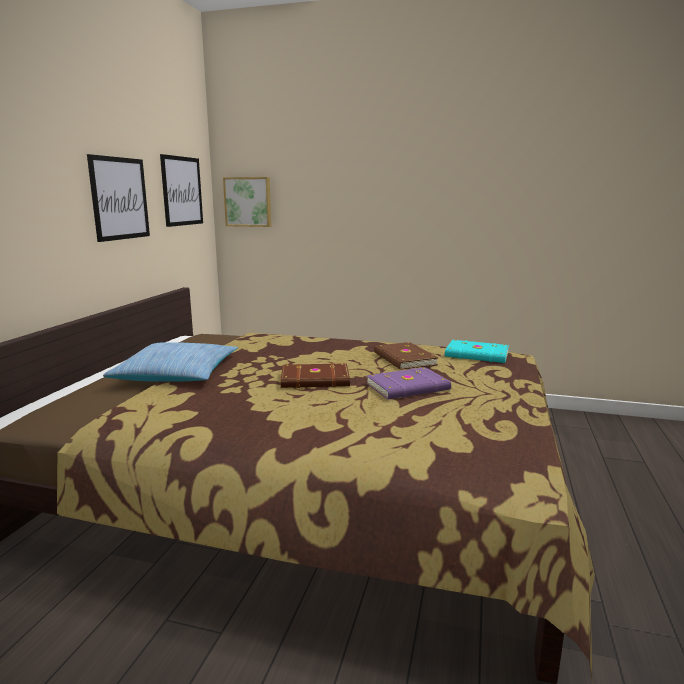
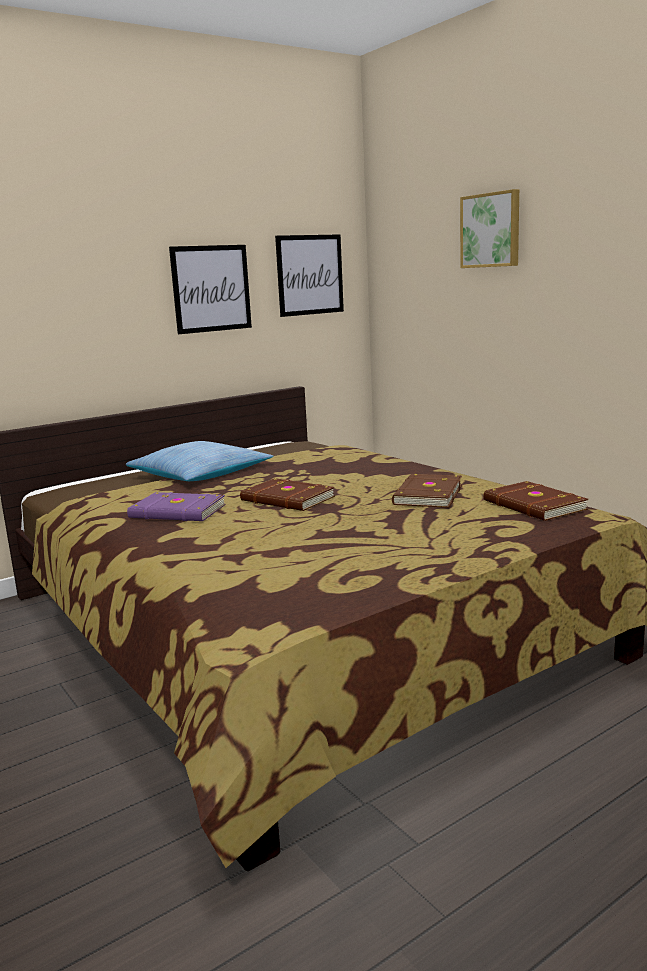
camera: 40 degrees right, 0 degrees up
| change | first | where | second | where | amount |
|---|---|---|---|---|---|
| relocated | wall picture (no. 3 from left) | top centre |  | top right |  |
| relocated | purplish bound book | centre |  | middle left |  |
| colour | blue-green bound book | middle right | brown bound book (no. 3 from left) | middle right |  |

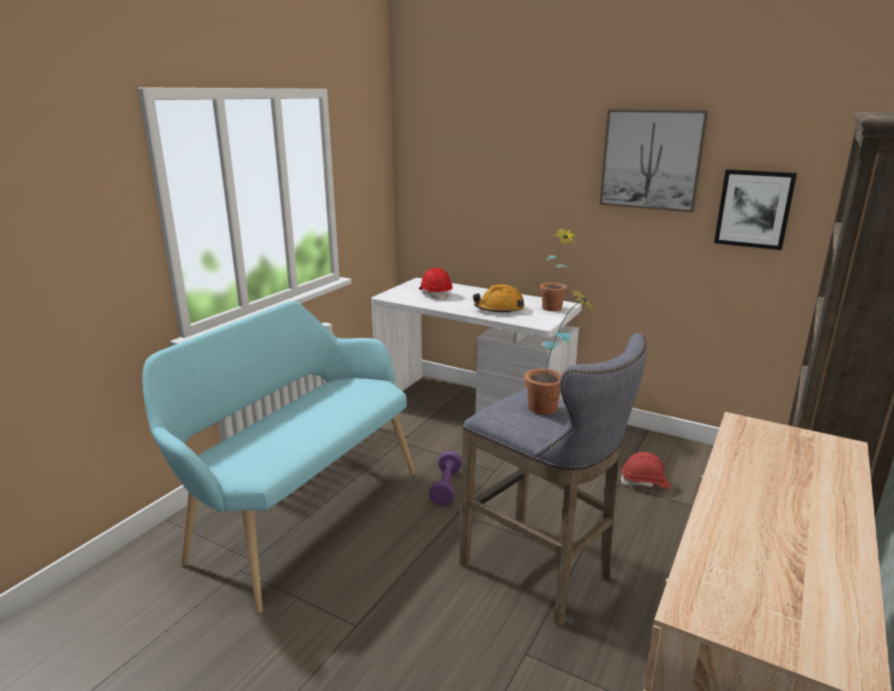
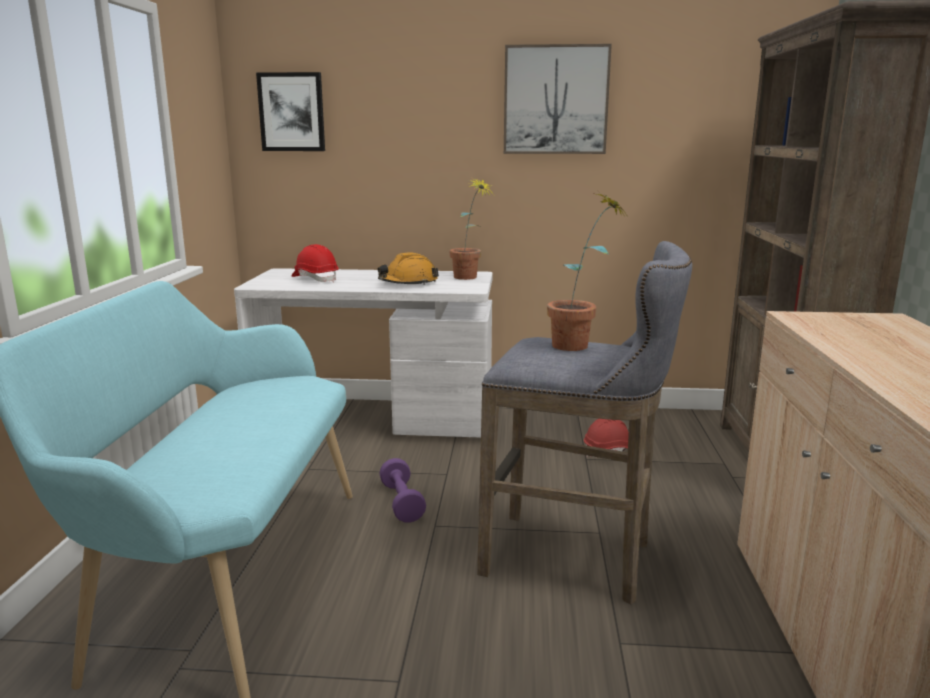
camera: 25 degrees left, 5 degrees down
| change | first | where | second | where | amount |
|---|---|---|---|---|---|
| relocated | wall picture (no. 2 from left in the first image) | top right | wall picture (no. 1 from left) | top left |  |

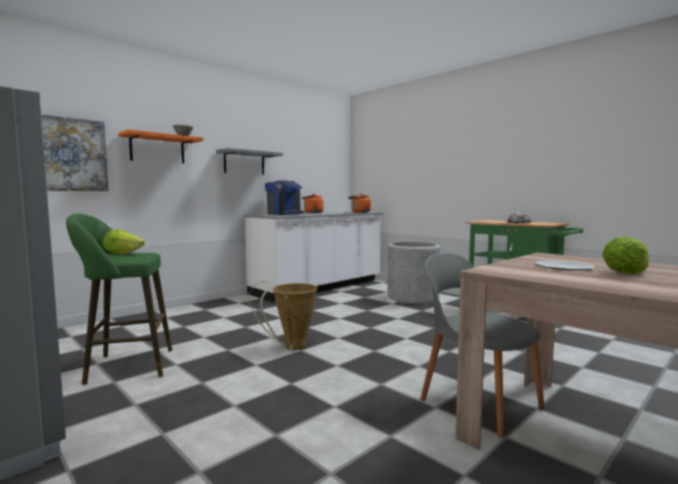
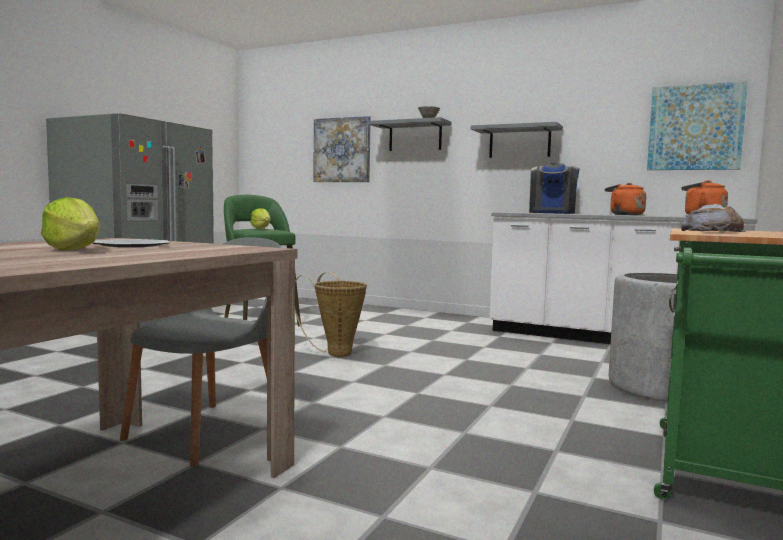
camera: 70 degrees right, 0 degrees up
| change | first | where | second | where | amount |
|---|---|---|---|---|---|
| colour | orangey bracket shelf | top left | greyish bracket shelf (no. 1 from left) | top centre |  |
| appeared |  |  | wall picture (no. 2 from left) | top right |  |

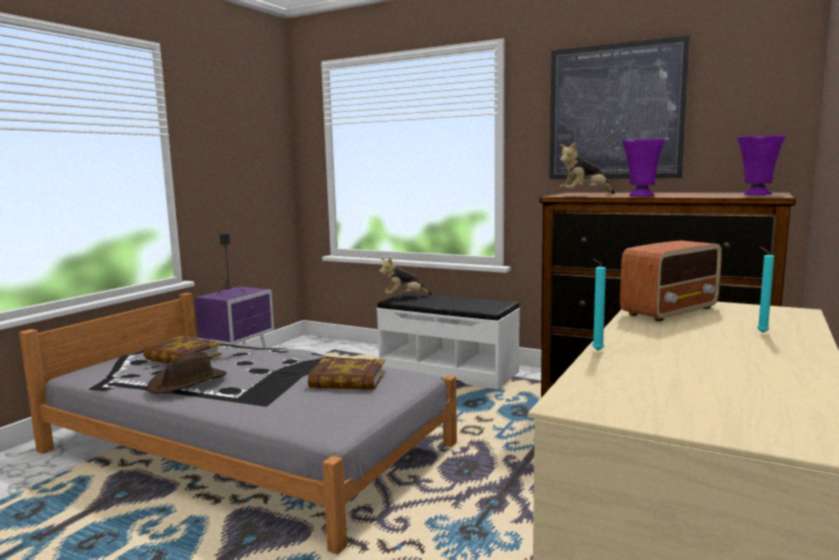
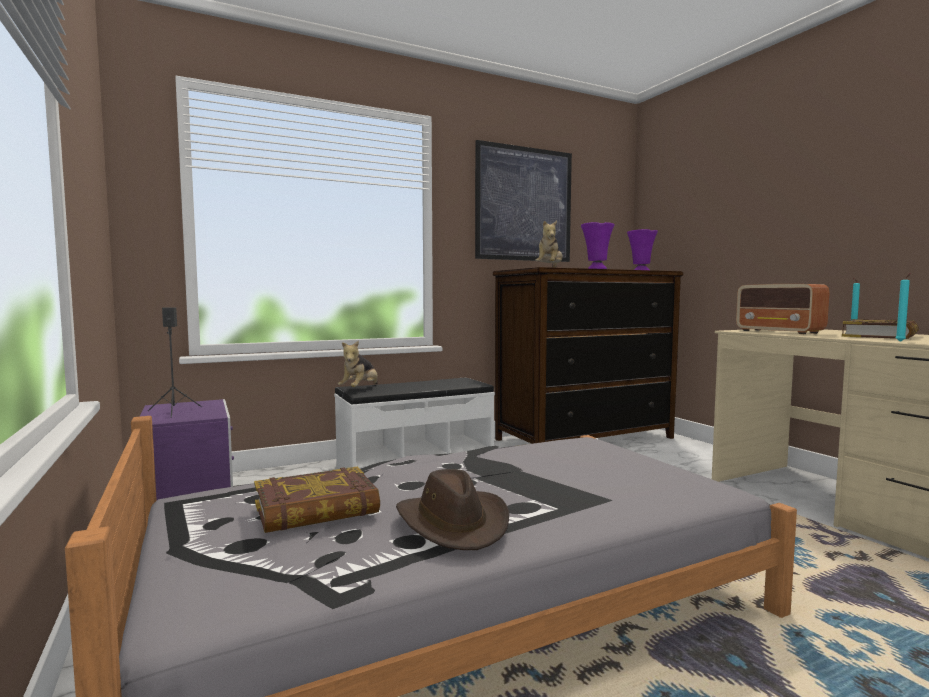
camera: 55 degrees left, 5 degrees down
| change | first | where | second | where | amount |
|---|---|---|---|---|---|
| relocated | bound book (no. 2 from left) | bottom centre |  | middle right |  |
| spun | radio receiver | middle right |  | middle right | 150 degrees clockwise |

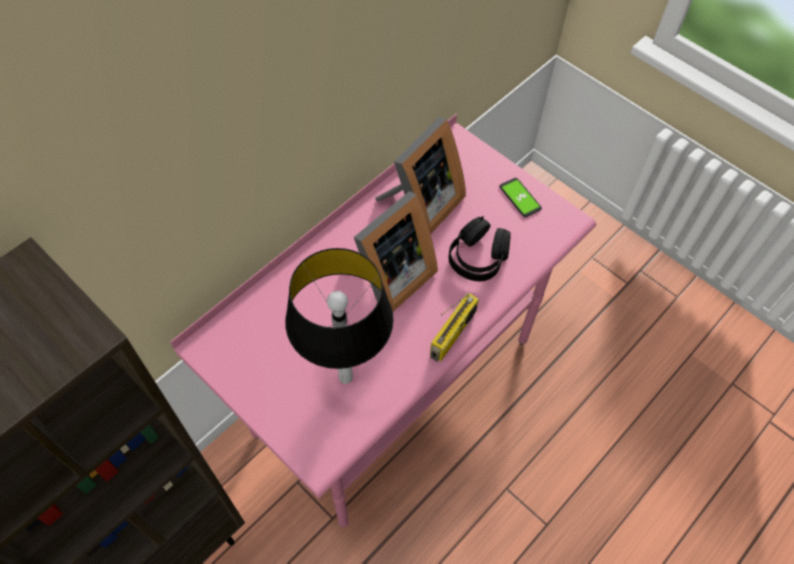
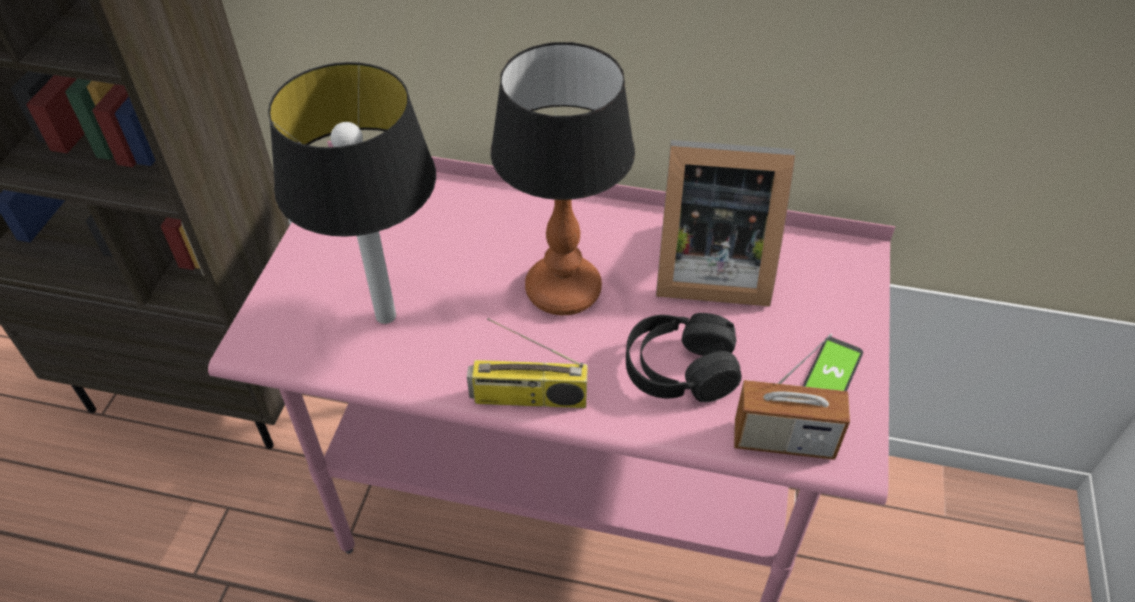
camera: 60 degrees right, 10 degrees down
| change | first | where | second | where | amount |
|---|---|---|---|---|---|
| exchanged | photo frame (no. 1 from left) | centre | lamp for a table (no. 2 from left) | top centre |  |
| appeared |  |  | radio receiver (no. 2 from left) | middle right |  |

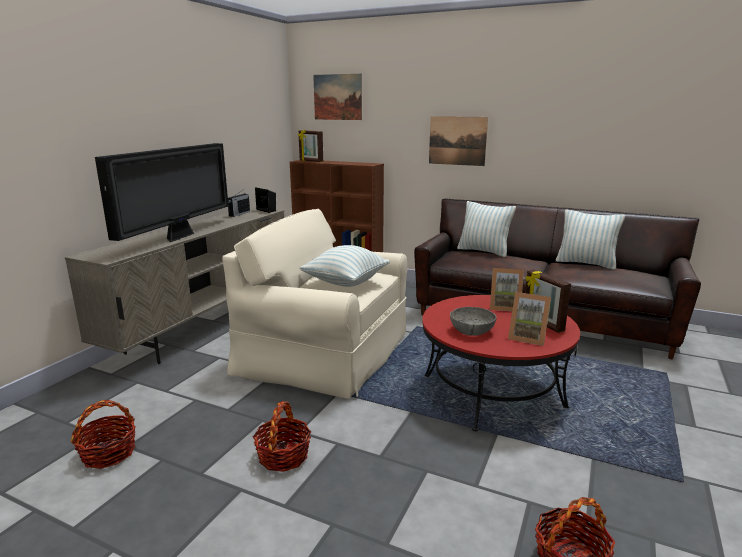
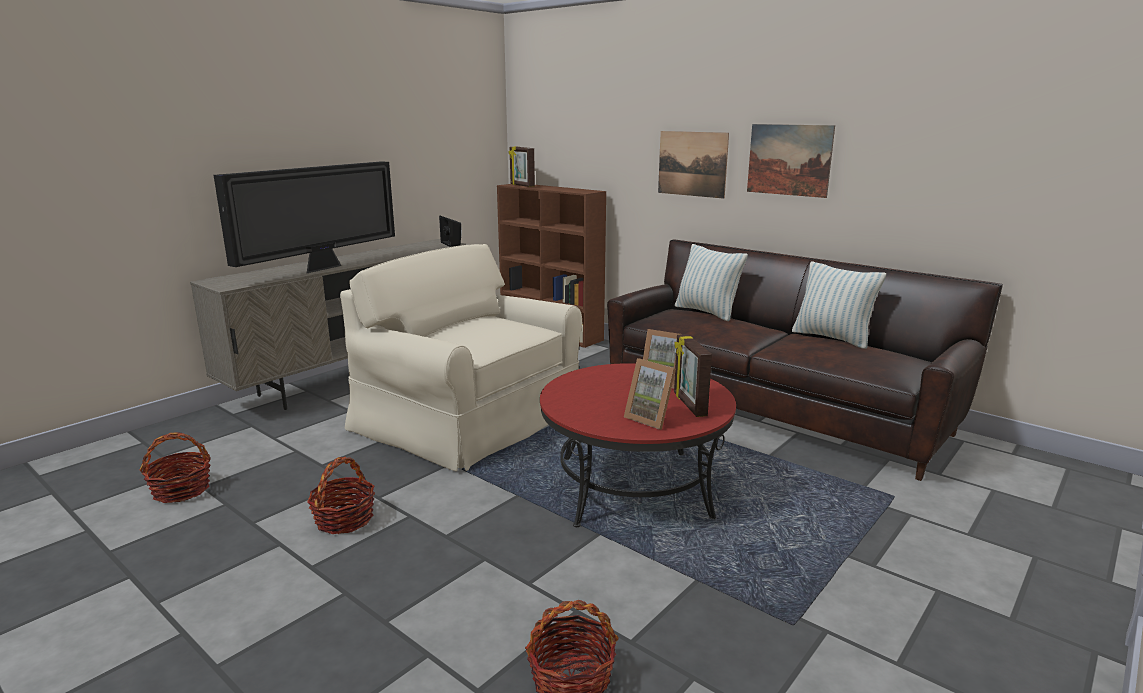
camera: 15 degrees right, 0 degrees up
| change | first | where | second | where | amount |
|---|---|---|---|---|---|
| missing | radio receiver | middle left |  |  |  |
| missing | throw pillow (no. 1 from left) | centre |  |  |  |
| relocated | wall picture (no. 1 from left in the first image) | top centre | wall picture (no. 2 from left) | top right |  |
| missing | greyish bowl | centre |  |  |  |

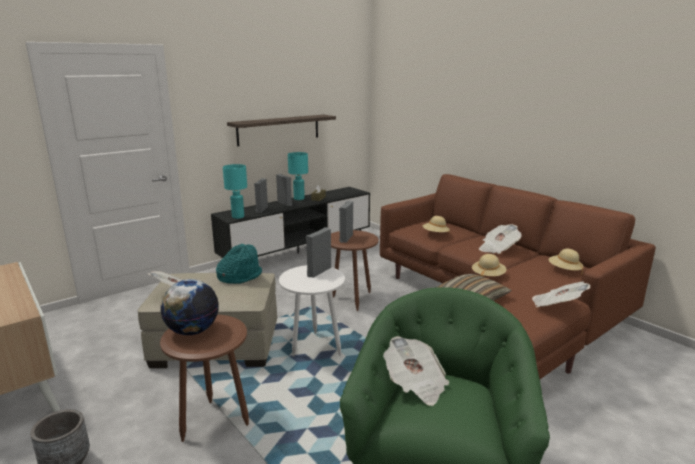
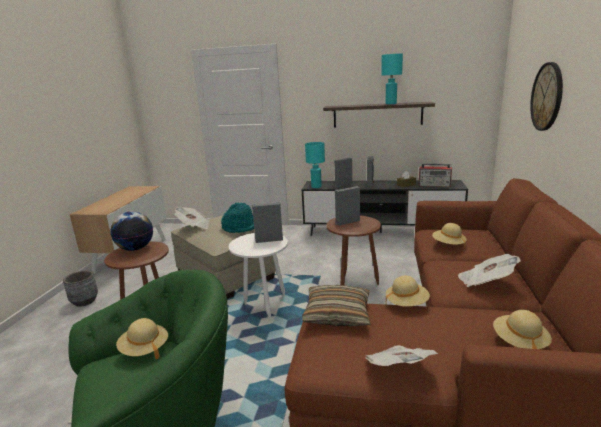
camera: 50 degrees right, 0 degrees up
| change | first | where | second | where | amount |
|---|---|---|---|---|---|
| relocated | blue-green lamp for a table (no. 2 from left) | centre |  | top centre |  |
| exchanged | printed paper (no. 2 from left) | bottom centre | beige hat (no. 1 from left) | bottom left |  |
| appeared |  |  | radio receiver | middle right |  |
| appeared |  |  | clock on the wall | top right |  |

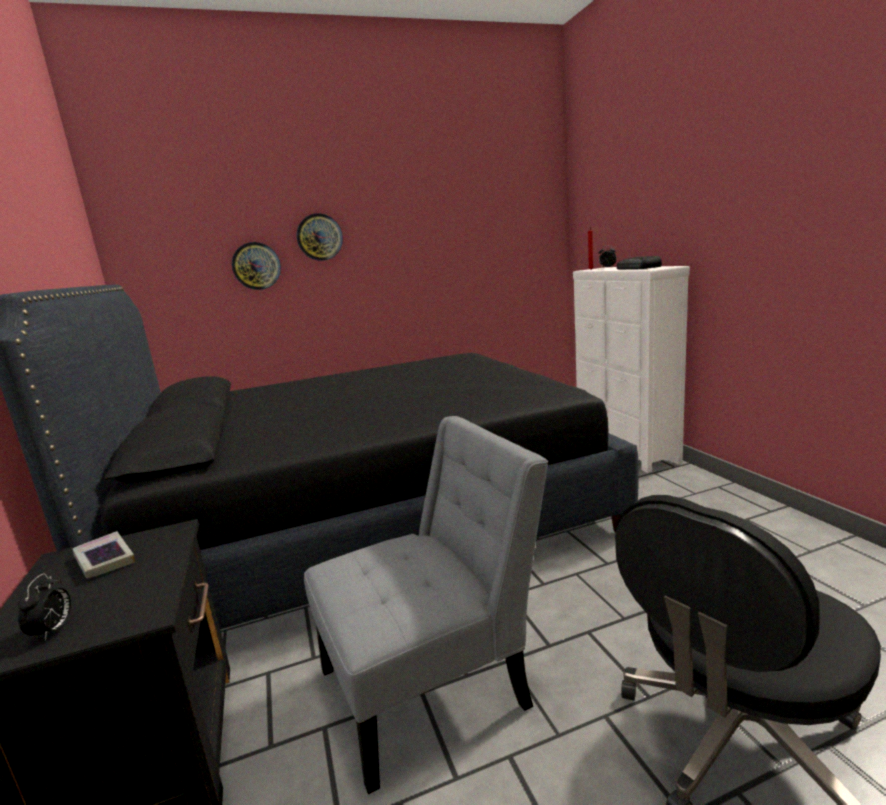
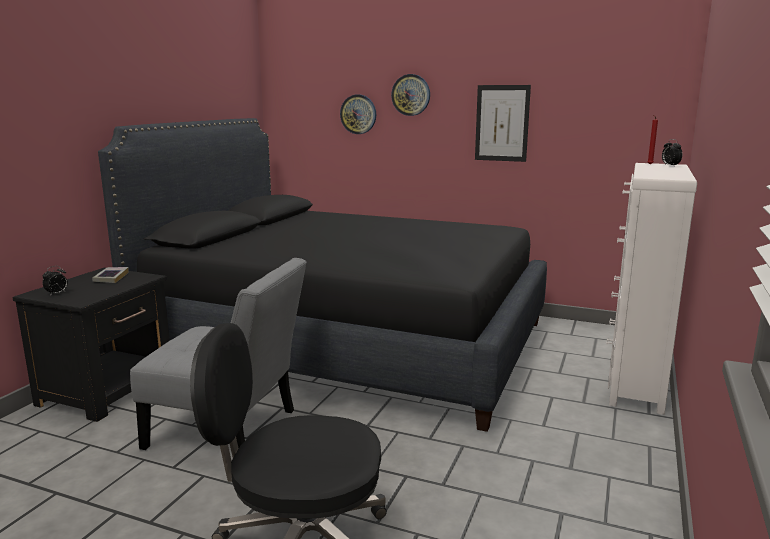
camera: 40 degrees right, 0 degrees up
| change | first | where | second | where | amount |
|---|---|---|---|---|---|
| missing | radio receiver | top right |  |  |  |
| appeared |  |  | wall picture | top centre |  |

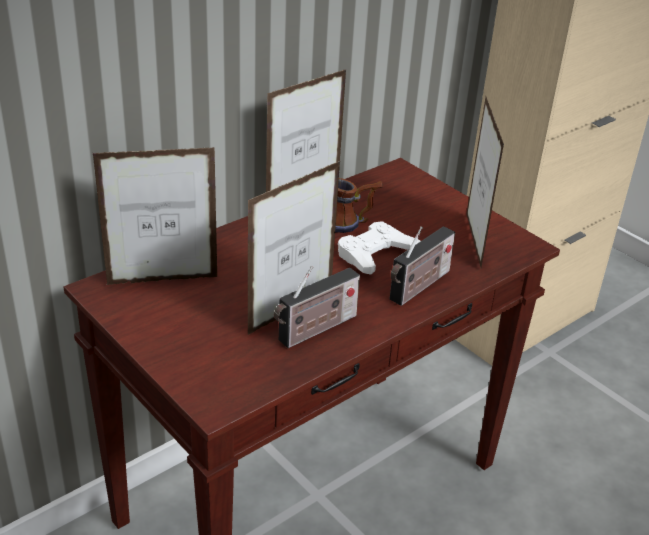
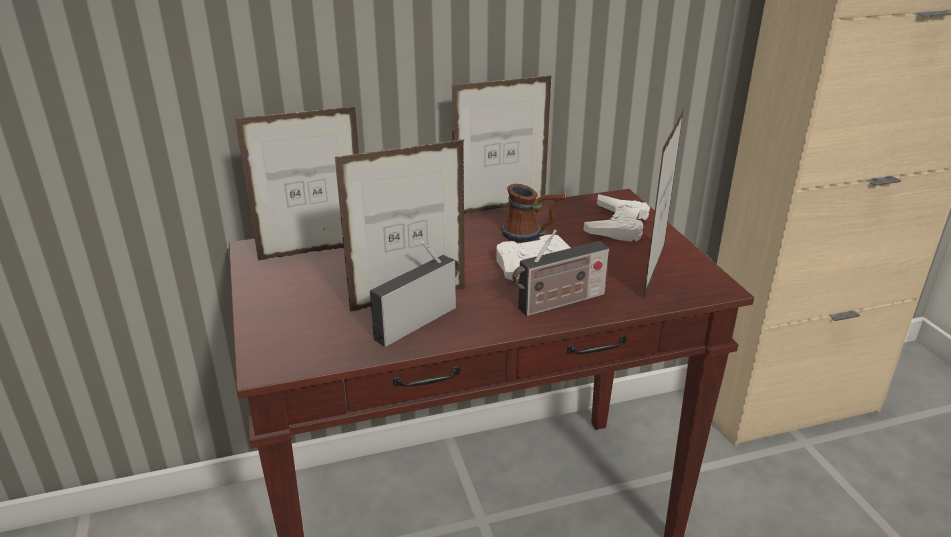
camera: 25 degrees right, 5 degrees down
| change | first | where | second | where | amount |
|---|---|---|---|---|---|
| spun | photo frame (no. 1 from left) | middle left |  | middle left | 150 degrees clockwise |
| spun | radio receiver (no. 1 from left) | centre |  | centre | 150 degrees clockwise |
| appeared |  |  | white-coloured game controller (no. 2 from left) | centre |  |

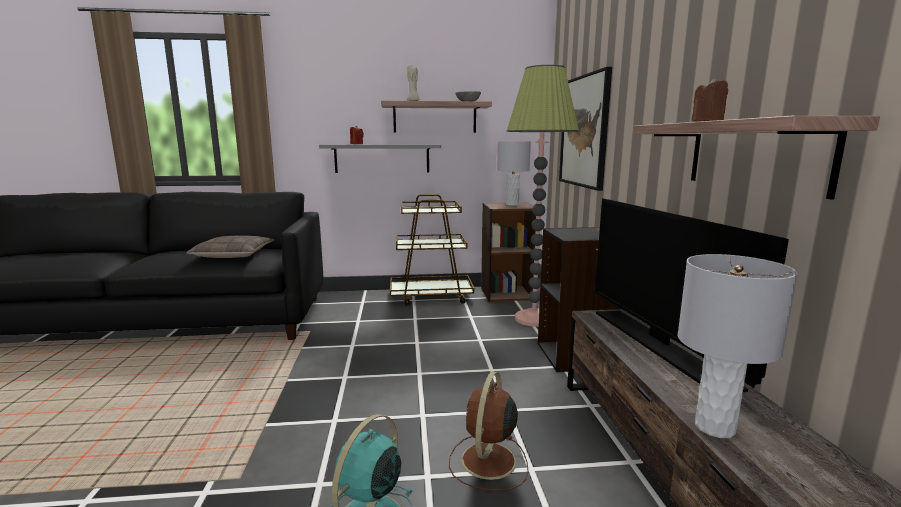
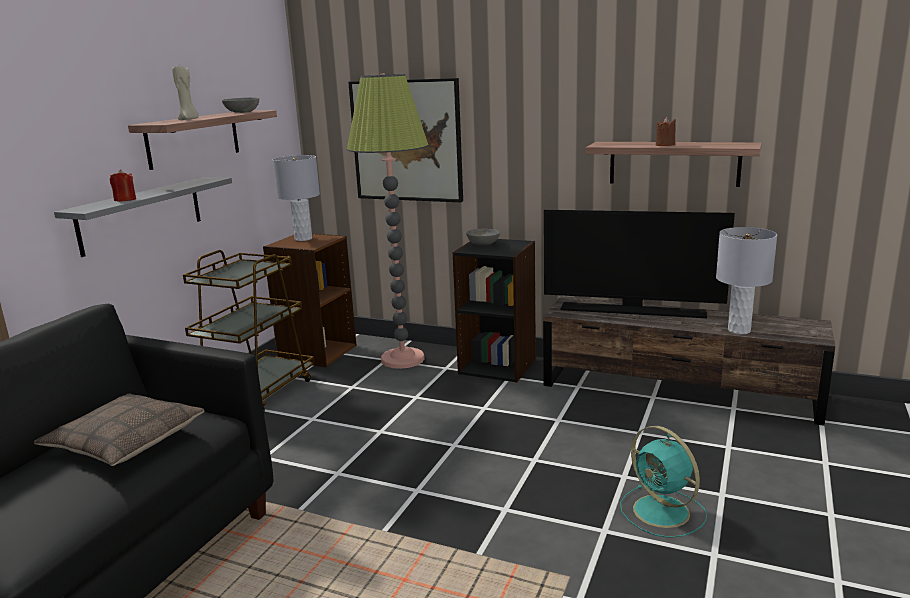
camera: 60 degrees left, 5 degrees up
| change | first | where | second | where | amount |
|---|---|---|---|---|---|
| missing | brown electric fan | bottom centre |  |  |  |
| appeared |  |  | greyish bowl (no. 2 from left) | centre |  |

